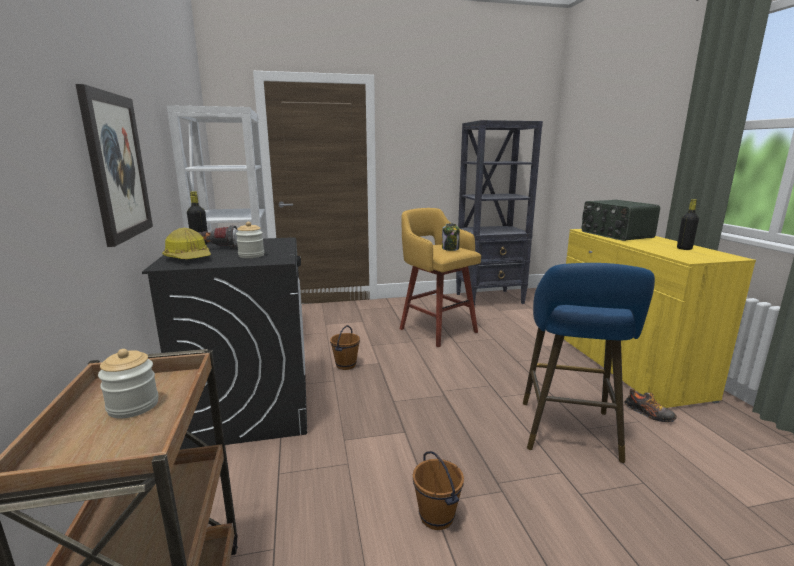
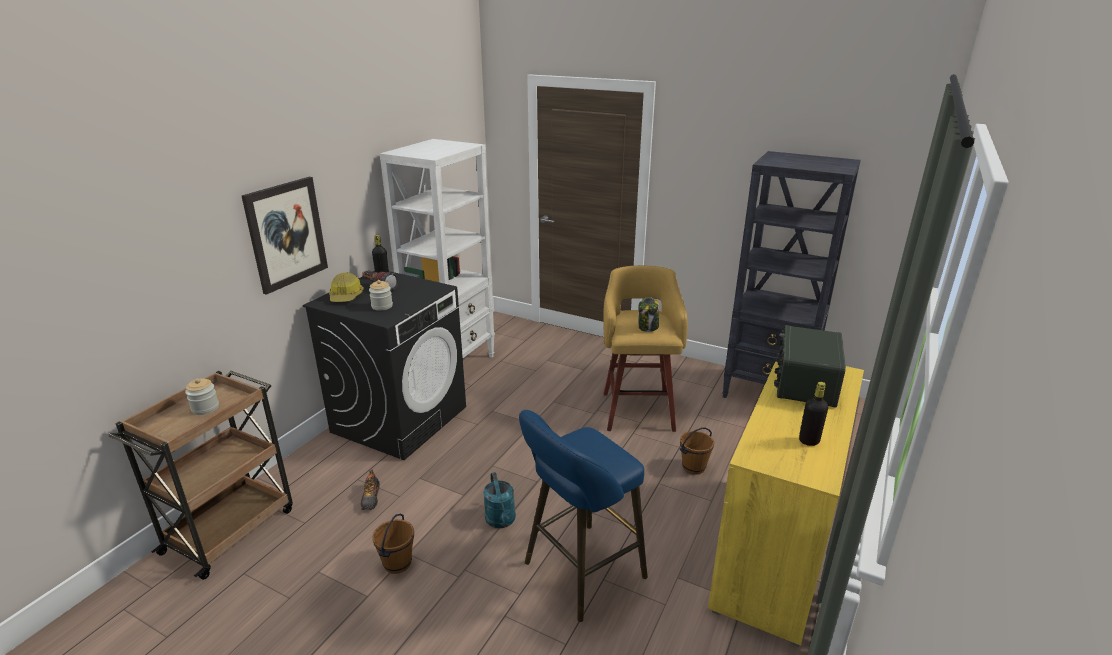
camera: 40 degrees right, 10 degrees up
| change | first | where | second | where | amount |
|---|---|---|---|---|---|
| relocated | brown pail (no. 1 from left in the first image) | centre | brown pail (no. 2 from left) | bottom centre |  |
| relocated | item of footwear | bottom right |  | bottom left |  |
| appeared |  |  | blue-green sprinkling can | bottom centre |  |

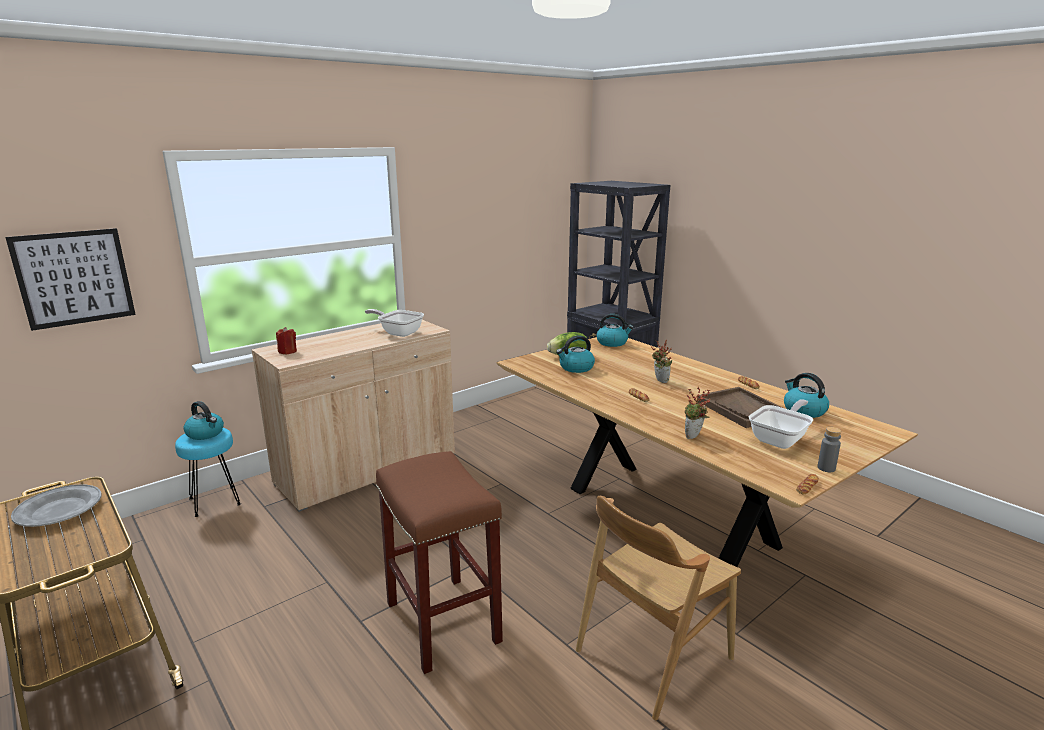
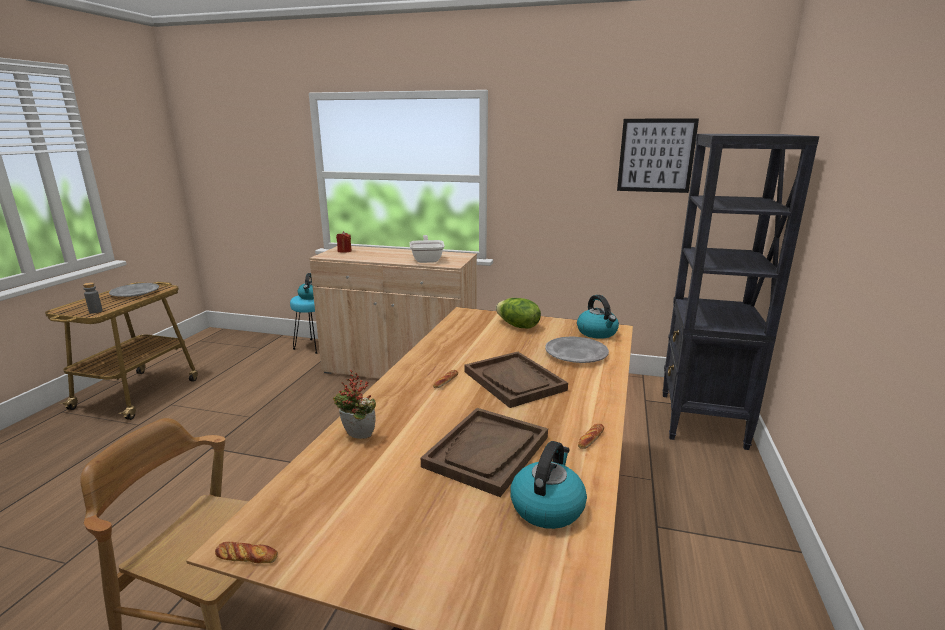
camera: 55 degrees right, 0 degrees up
| change | first | where | second | where | amount |
|---|---|---|---|---|---|
| relocated | wall picture | middle left |  | top right |  |
| missing | brown sitting stool | bottom centre |  |  |  |
| missing | kettle (no. 2 from left) | centre |  |  |  |
| exchanged | potted plant (no. 1 from left) | centre | brown serving tray (no. 2 from left) | centre |  |
| missing | frying pan (no. 2 from left) | middle right |  |  |  |
| relocated | greyish drink bottle | middle right |  | middle left |  |
| appeared |  |  | greyish flat dish (no. 2 from left) | centre |  |

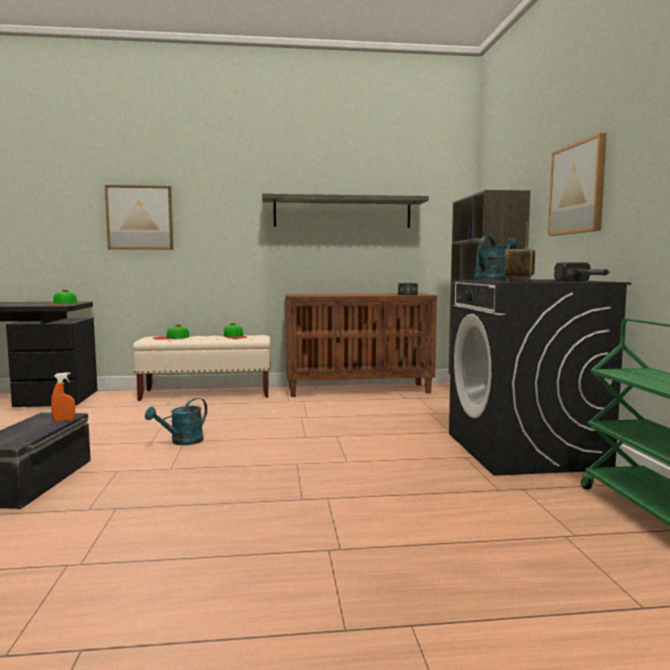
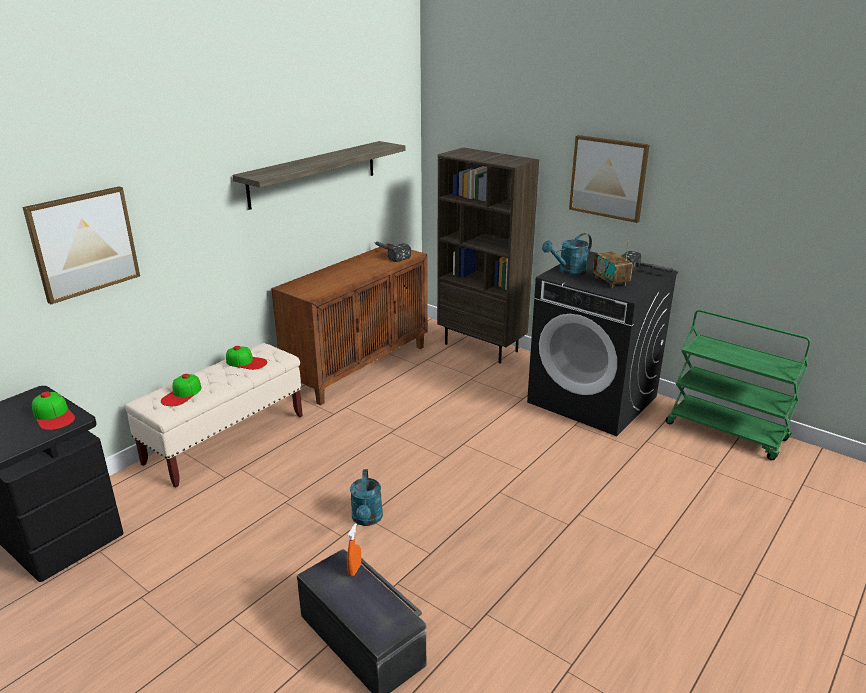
camera: 45 degrees left, 20 degrees up
| change | first | where | second | where | amount |
|---|---|---|---|---|---|
| spun | blue-green sprinkling can (no. 2 from left) | middle right |  | centre | 120 degrees counterclockwise |

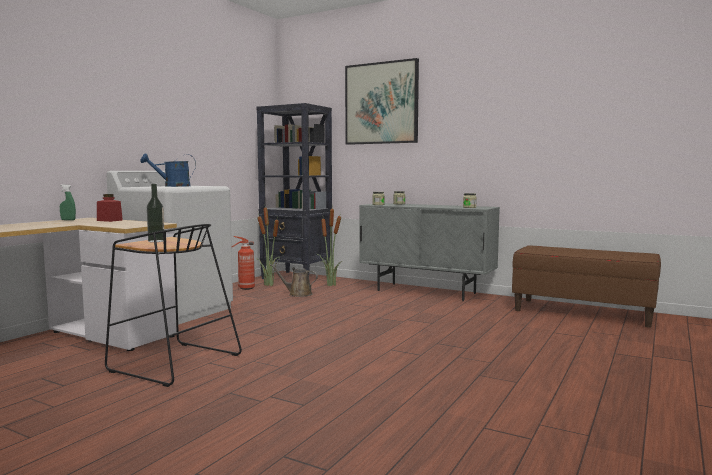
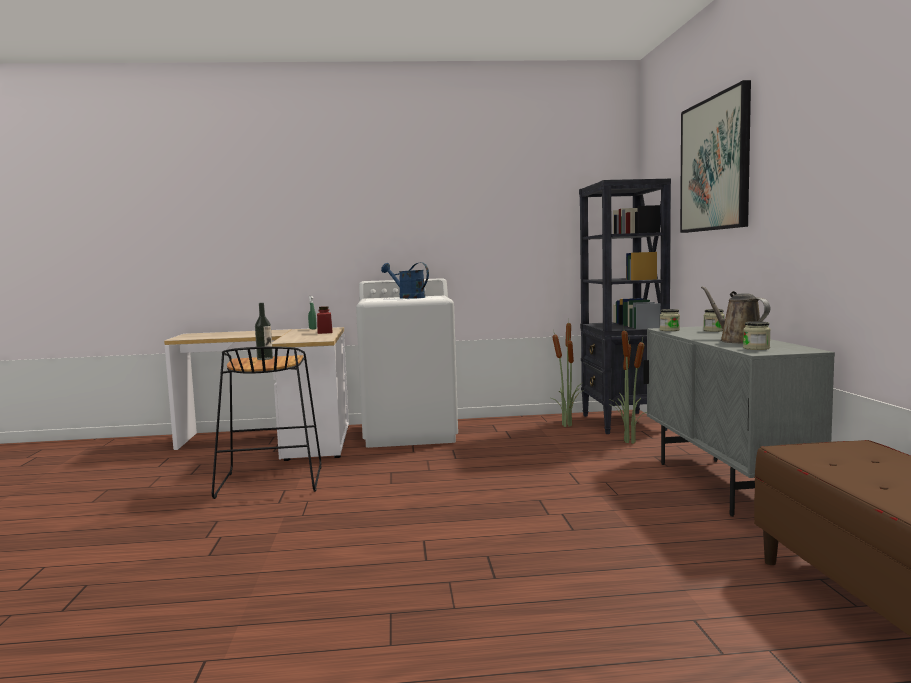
camera: 55 degrees right, 0 degrees up
| change | first | where | second | where | amount |
|---|---|---|---|---|---|
| missing | fire extinguisher | centre |  |  |  |
| relocated | brown sprinkling can | centre |  | middle right |  |

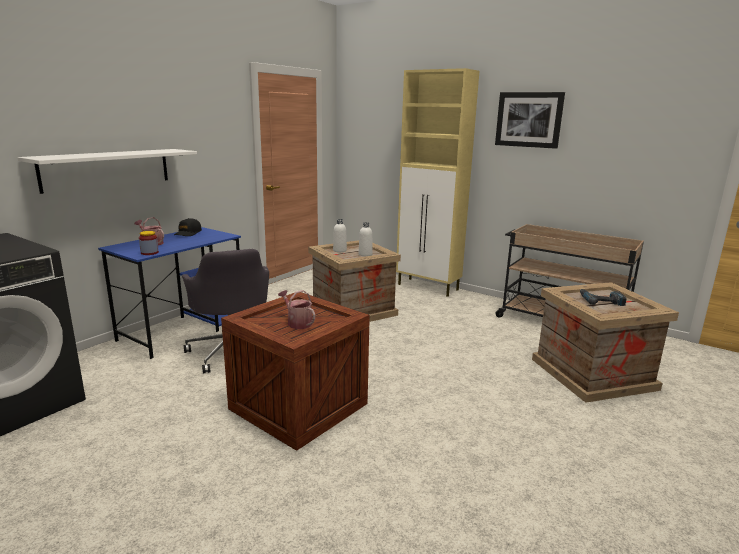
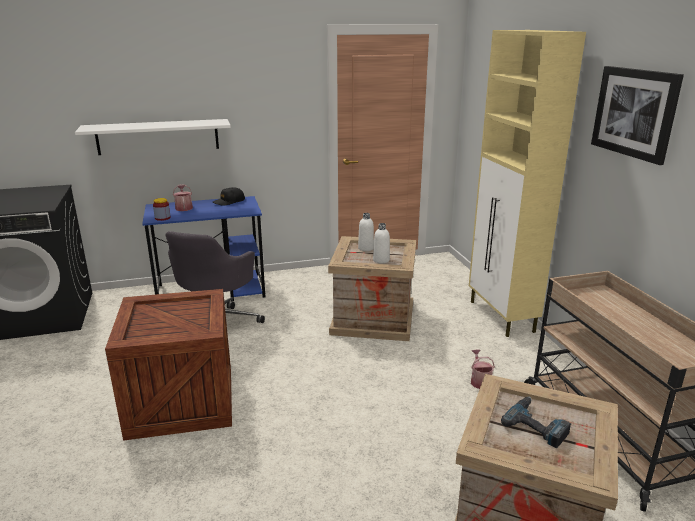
camera: 40 degrees right, 5 degrees up
| change | first | where | second | where | amount |
|---|---|---|---|---|---|
| relocated | sprinkling can (no. 2 from left) | centre |  | bottom right |  |

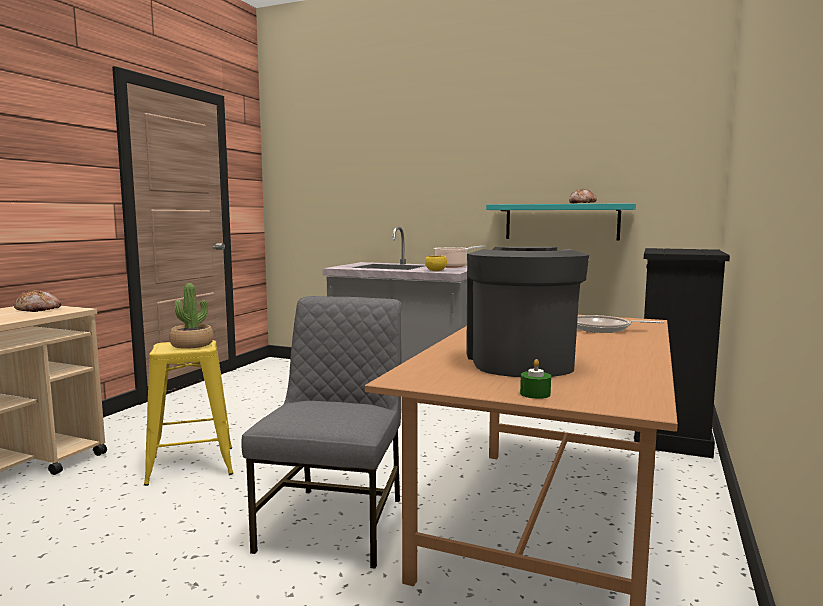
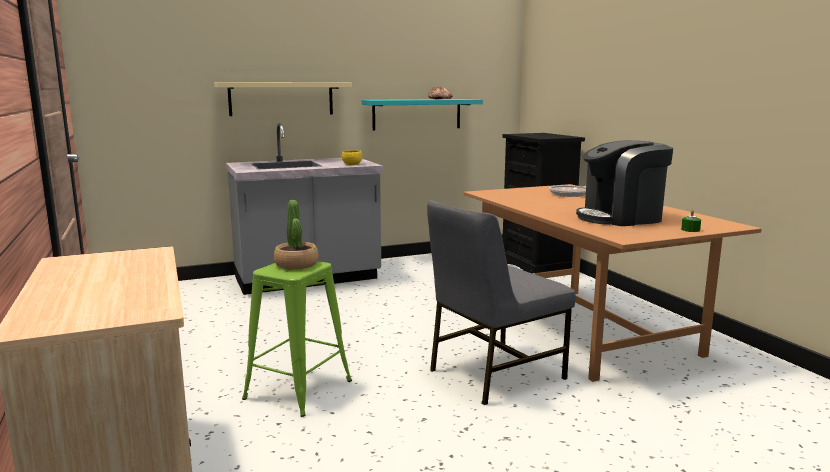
camera: 45 degrees left, 5 degrees up
| change | first | where | second | where | amount |
|---|---|---|---|---|---|
| missing | bakery bread (no. 1 from left) | middle left |  |  |  |
| colour | yellow-coloured sitting stool | bottom left | green sitting stool | bottom centre |  |
| spun | greyish chair | bottom centre |  | centre | 90 degrees counterclockwise |
| missing | cooking pot | centre |  |  |  |
| spun | coffee maker | centre |  | middle right | 60 degrees counterclockwise |
| appeared |  |  | beige bracket shelf | top centre |  |

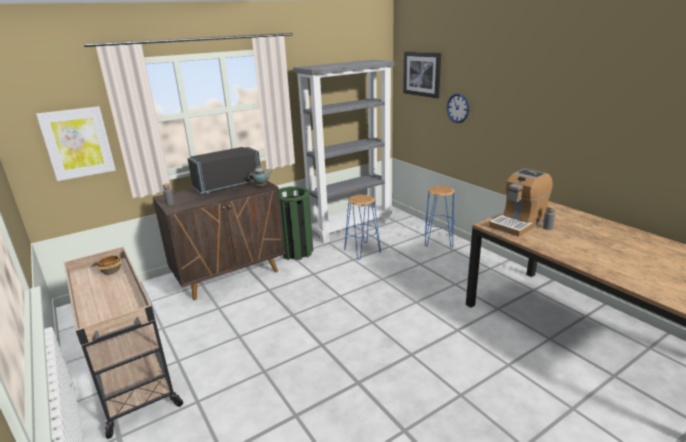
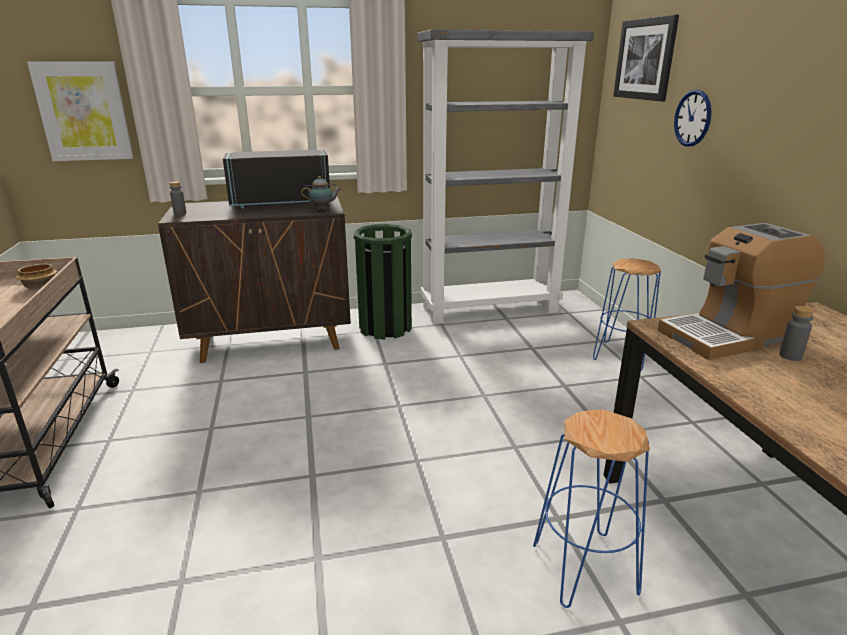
camera: 20 degrees right, 0 degrees up
| change | first | where | second | where | amount |
|---|---|---|---|---|---|
| relocated | blue sitting stool (no. 1 from left) | centre |  | bottom right |  |

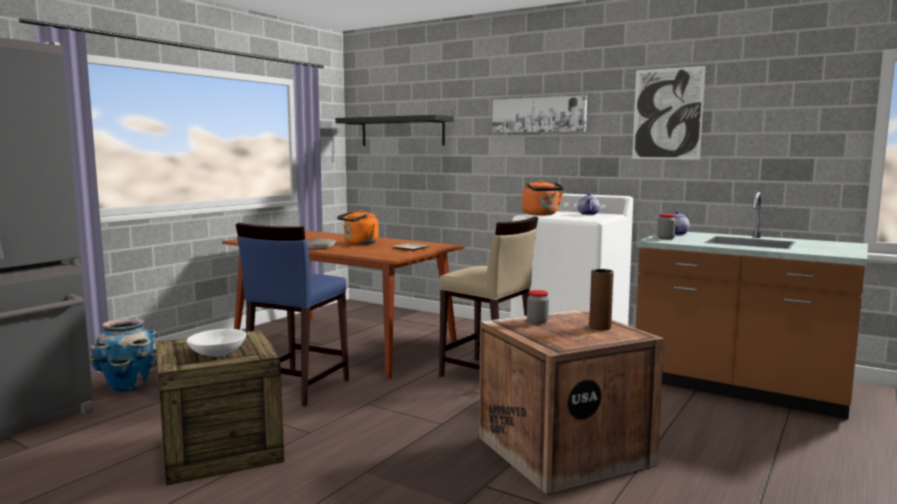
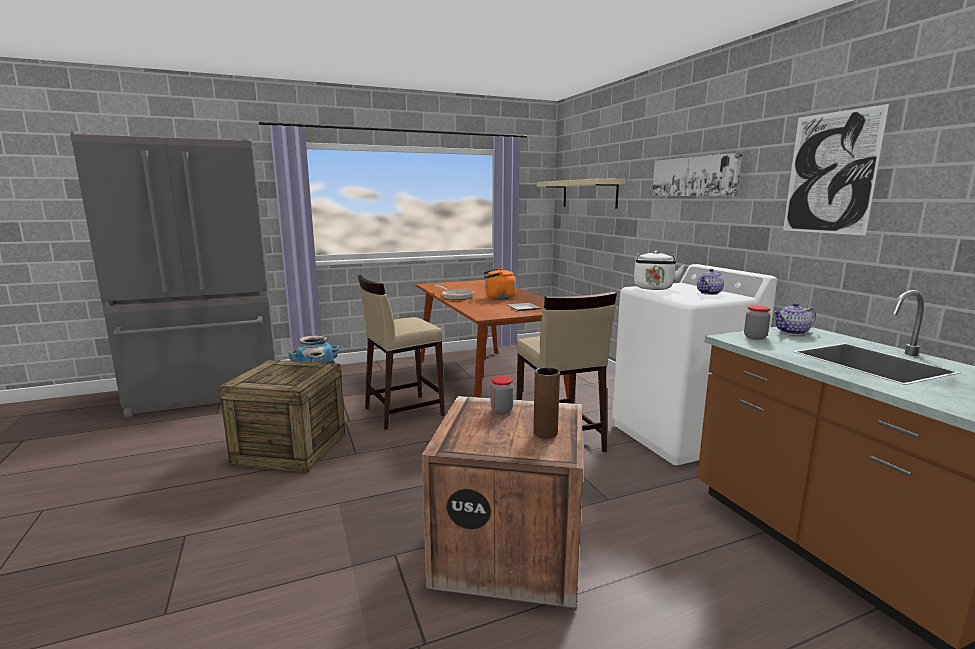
camera: 35 degrees right, 5 degrees up
| change | first | where | second | where | amount |
|---|---|---|---|---|---|
| missing | white-coloured bowl | bottom left |  |  |  |
| colour | blue sitting stool | middle left | beige sitting stool (no. 1 from left) | centre |  |
| colour | blackish bracket shelf | top centre | beige bracket shelf | top centre |  |
| colour | orangey kettle (no. 2 from left) | centre | white-coloured kettle | middle right |  |

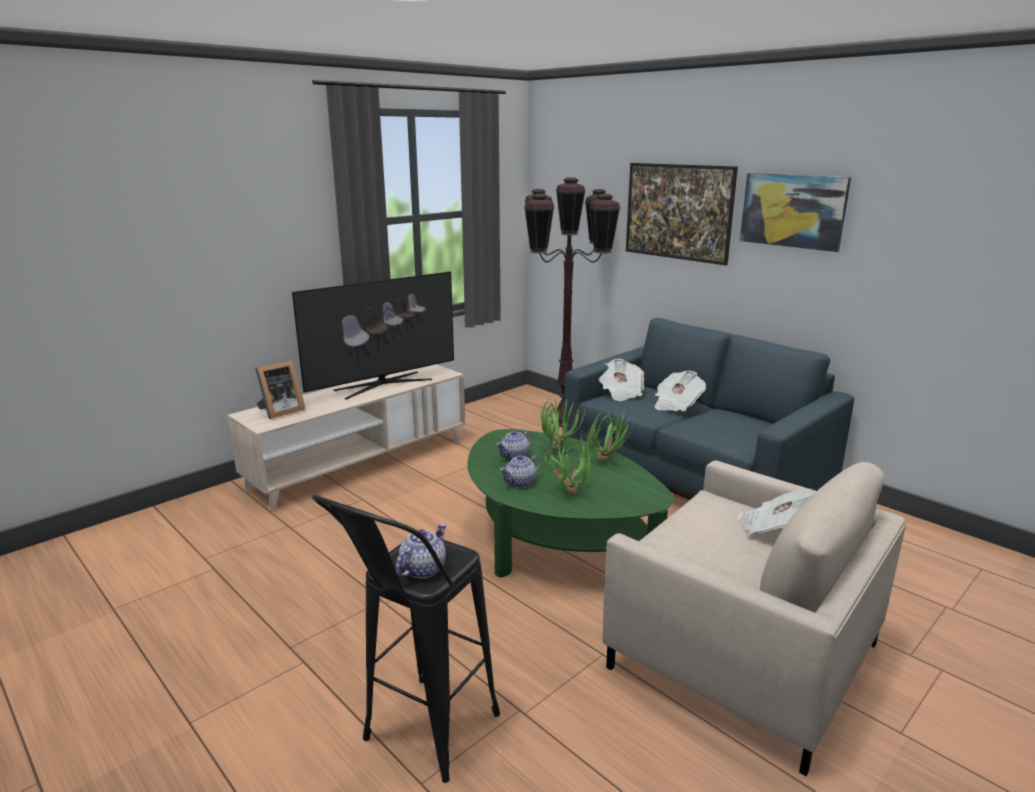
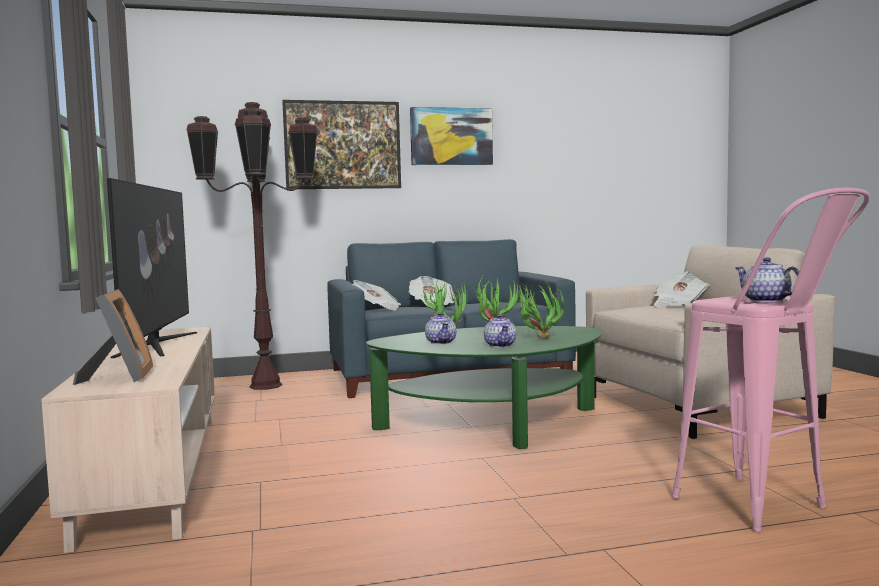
camera: 60 degrees left, 15 degrees down
| change | first | where | second | where | amount |
|---|---|---|---|---|---|
| colour | blackish sitting stool | bottom centre | pink-coloured sitting stool | middle right |  |

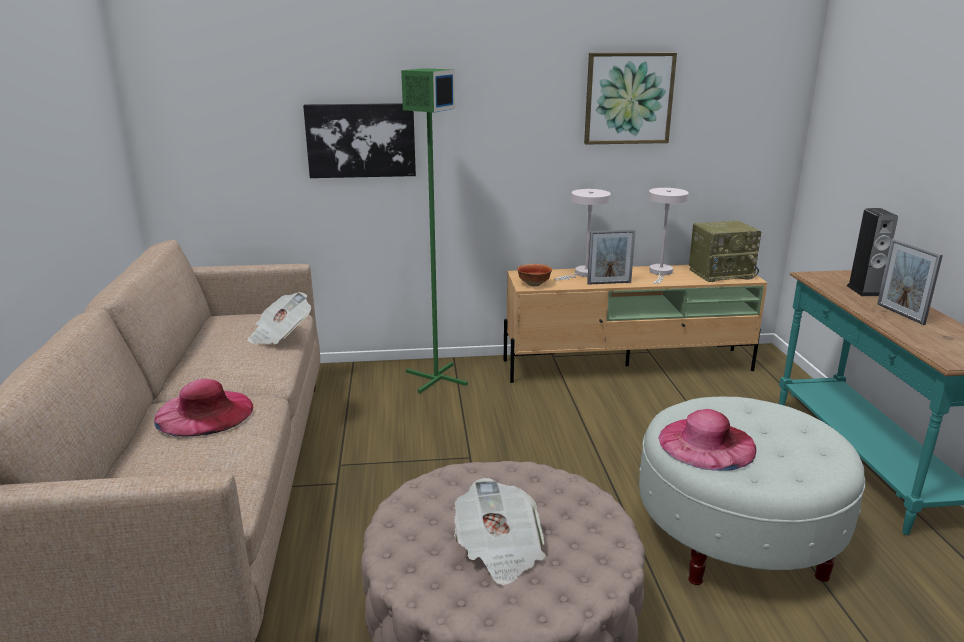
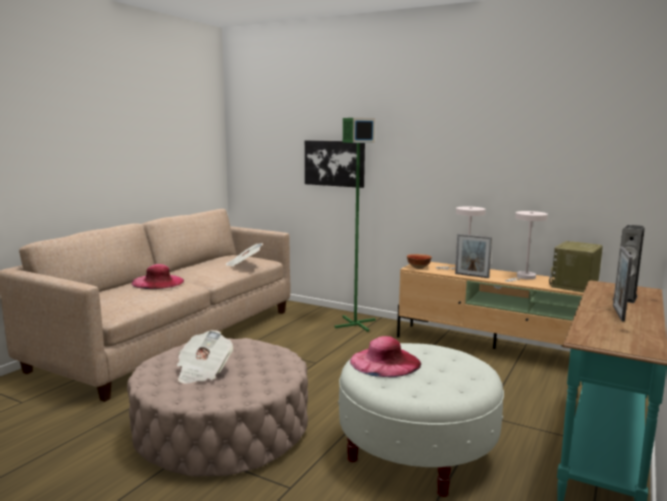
camera: 35 degrees right, 10 degrees down
| change | first | where | second | where | amount |
|---|---|---|---|---|---|
| missing | wall picture (no. 2 from left) | top centre |  |  |  |
| spun | radio receiver | middle right |  | middle right | 105 degrees clockwise |

